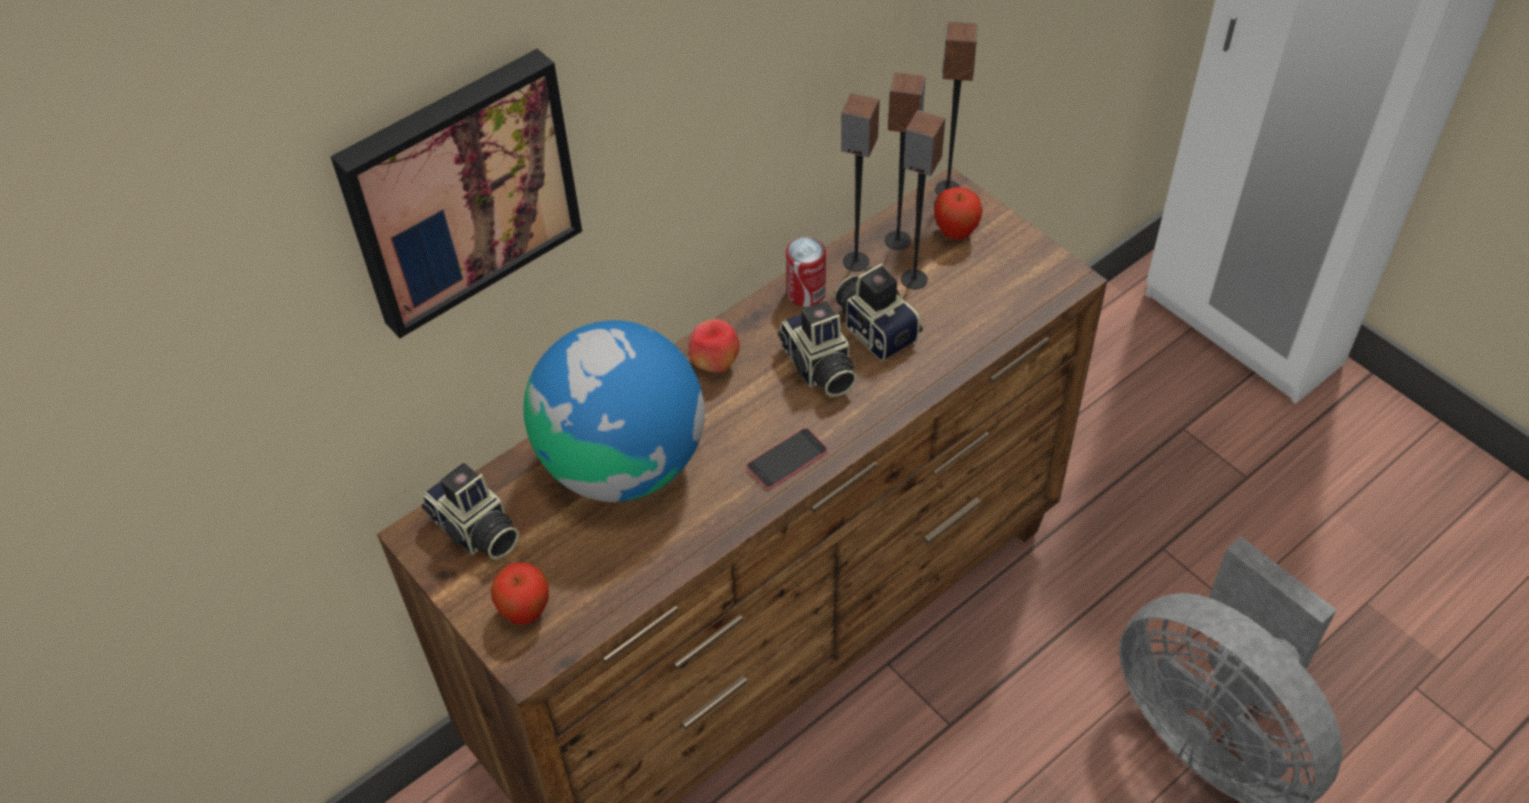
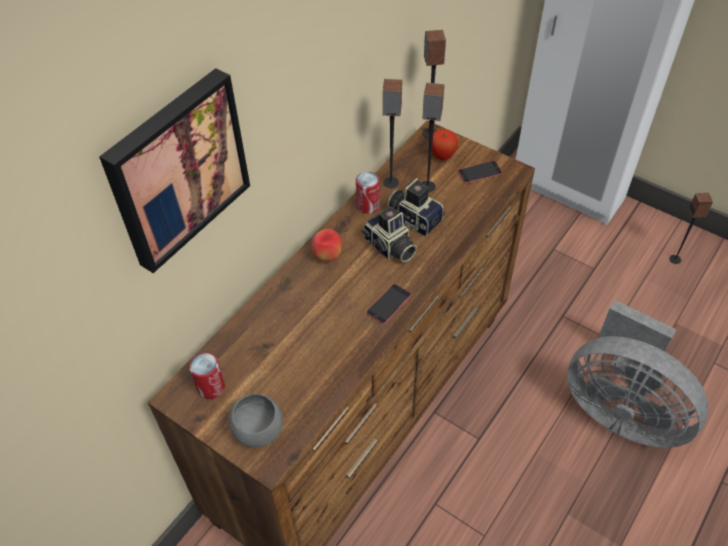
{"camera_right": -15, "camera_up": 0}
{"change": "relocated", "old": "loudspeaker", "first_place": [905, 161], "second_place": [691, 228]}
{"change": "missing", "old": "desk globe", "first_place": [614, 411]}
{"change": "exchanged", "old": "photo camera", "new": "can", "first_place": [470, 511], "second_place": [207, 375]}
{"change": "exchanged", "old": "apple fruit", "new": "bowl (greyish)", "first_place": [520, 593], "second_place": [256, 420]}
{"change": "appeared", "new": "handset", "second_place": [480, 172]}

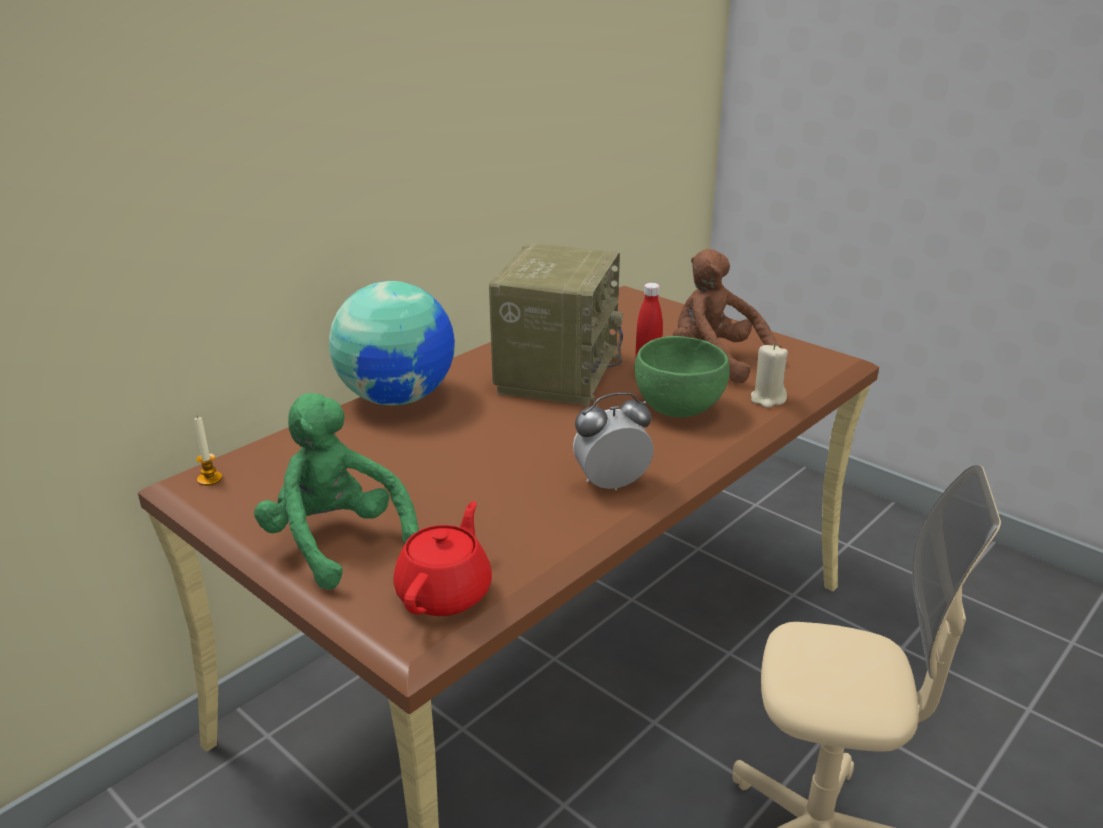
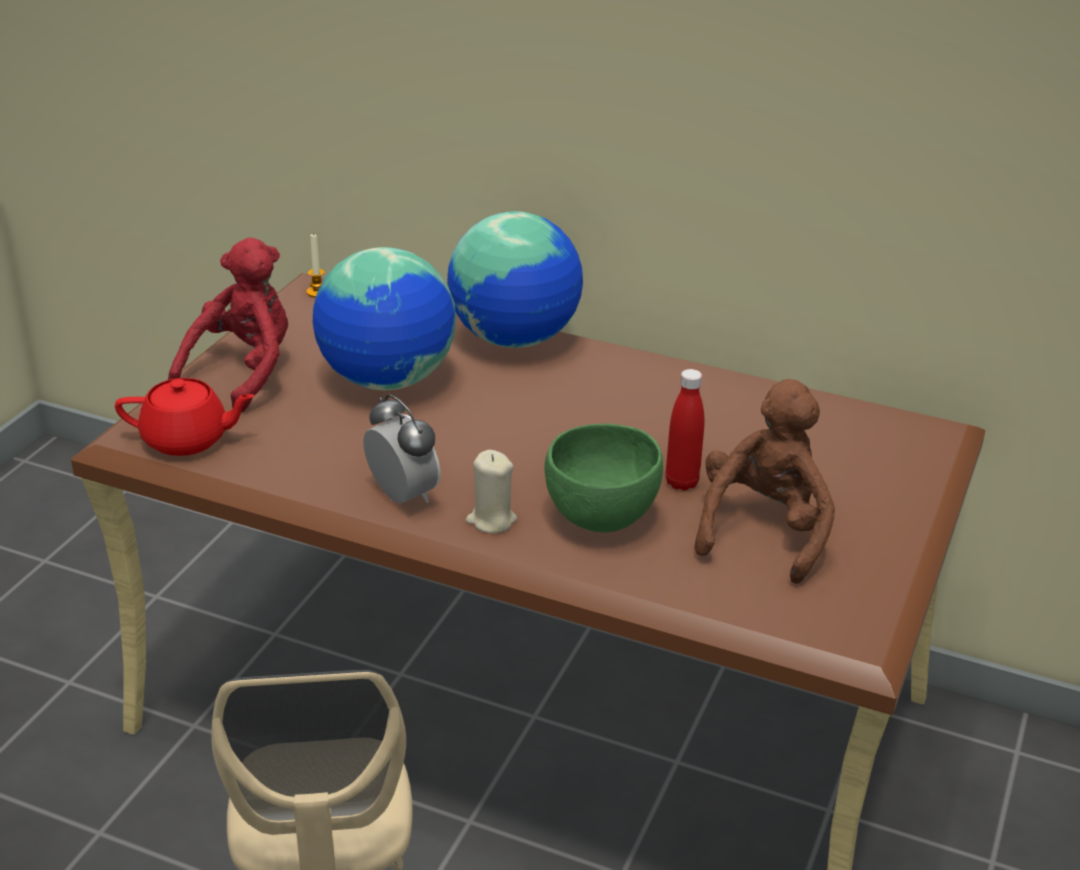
{"camera_right": 70, "camera_up": 5}
{"change": "missing", "old": "radio set", "first_place": [556, 325]}
{"change": "relocated", "old": "wax candle (sand-coloured)", "first_place": [769, 376], "second_place": [491, 491]}
{"change": "colour", "old": "plush toy (green-coloured)", "new": "plush toy (reddish)", "first_place": [336, 491], "second_place": [228, 324]}
{"change": "appeared", "new": "desk globe", "second_place": [384, 318]}

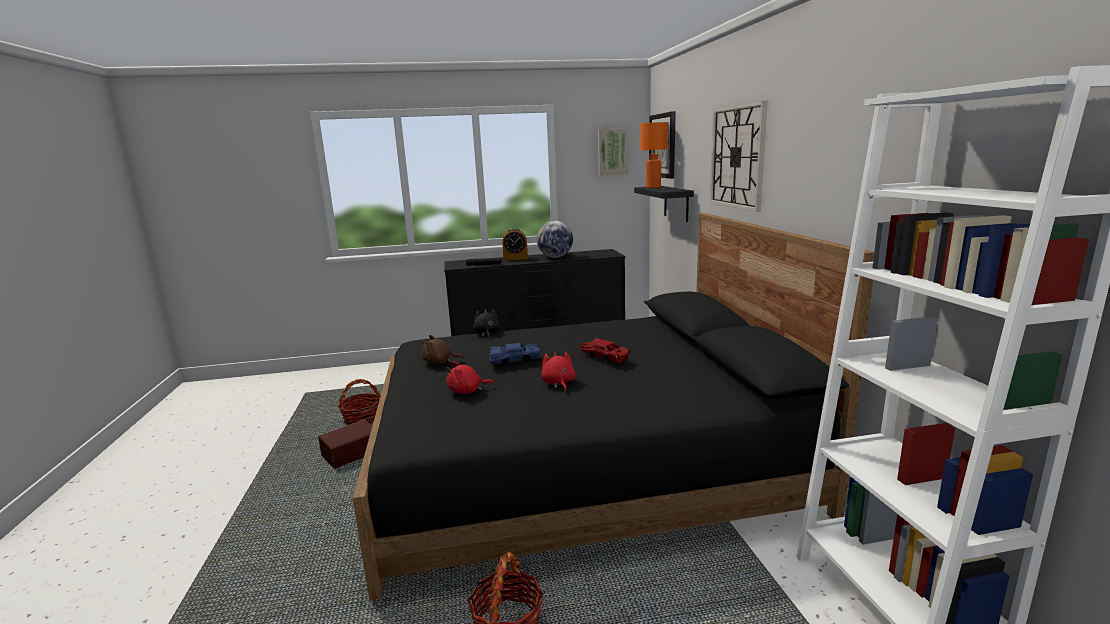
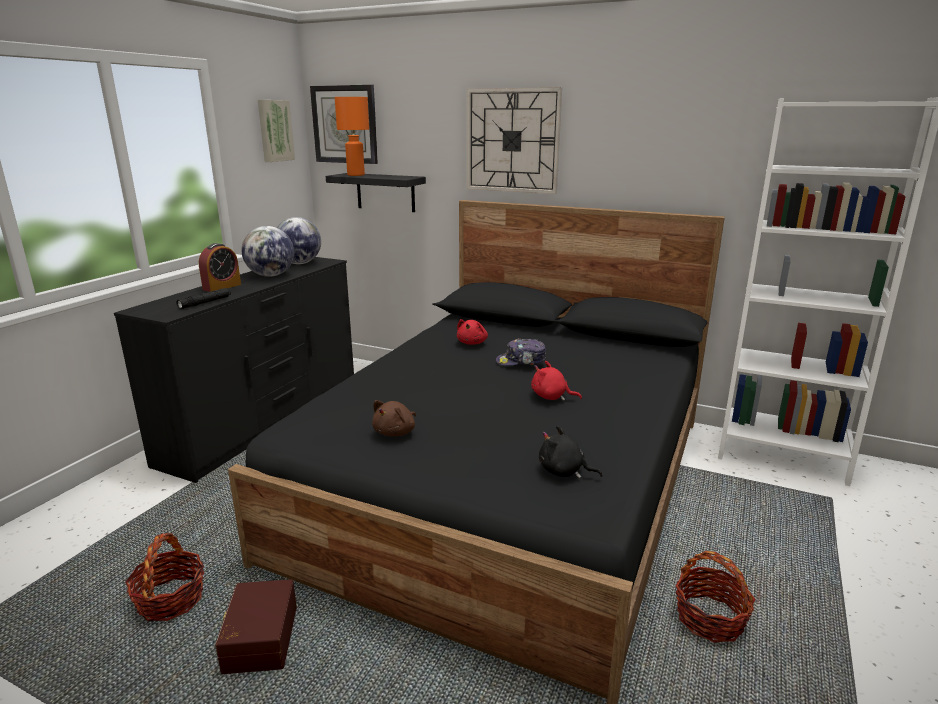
{"camera_right": -55, "camera_up": 5}
{"change": "relocated", "old": "plush toy (blackish)", "first_place": [486, 323], "second_place": [571, 452]}
{"change": "exchanged", "old": "toy car (reddish)", "new": "peaked cap", "first_place": [605, 350], "second_place": [521, 352]}
{"change": "missing", "old": "toy car (blue-coloured)", "first_place": [515, 354]}
{"change": "relocated", "old": "plush toy (reddish)", "first_place": [470, 377], "second_place": [472, 332]}
{"change": "appeared", "new": "desk globe", "second_place": [299, 240]}

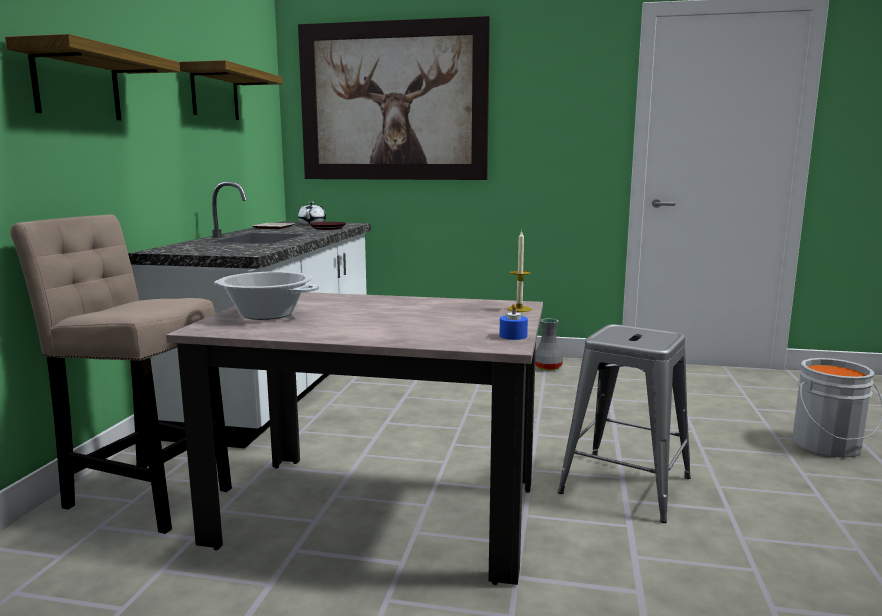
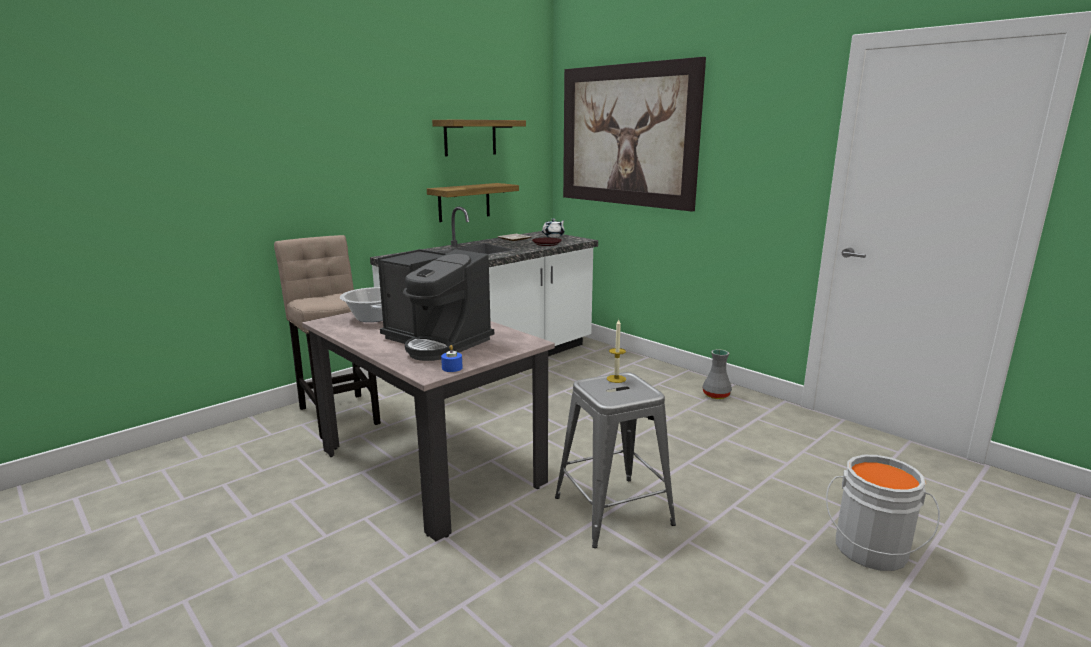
{"camera_right": 35, "camera_up": 5}
{"change": "relocated", "old": "bracket shelf", "first_place": [92, 77], "second_place": [473, 202]}
{"change": "relocated", "old": "wax candle", "first_place": [519, 271], "second_place": [616, 351]}
{"change": "appeared", "new": "coffee brewer", "second_place": [436, 305]}

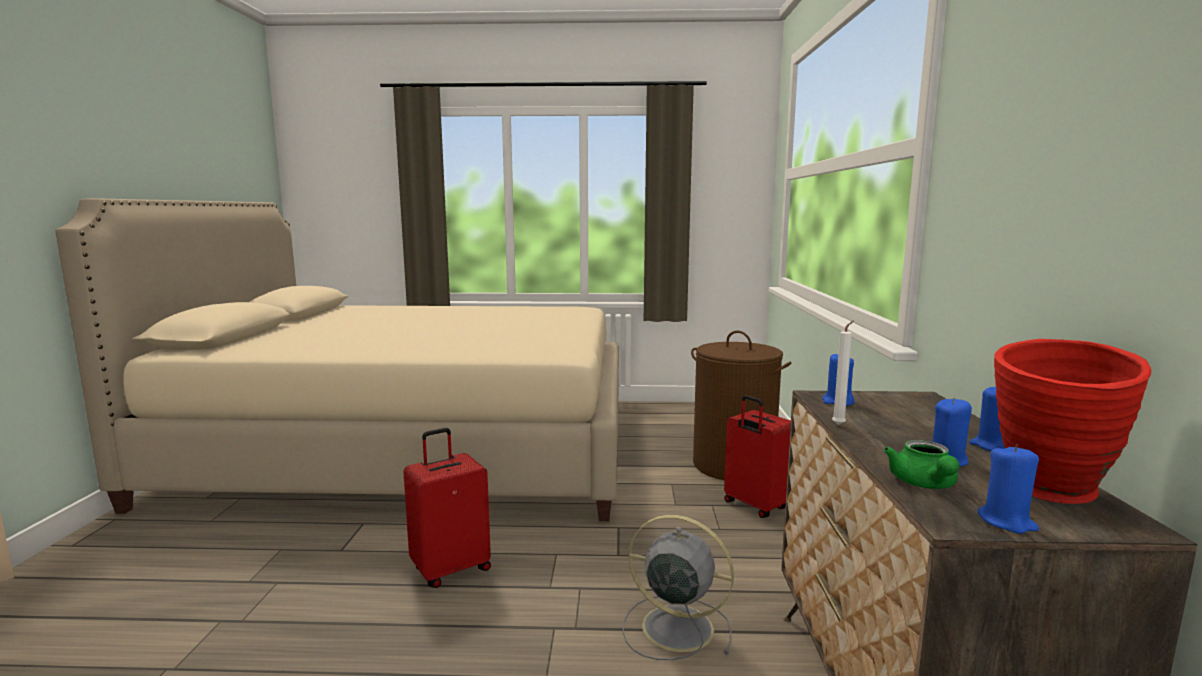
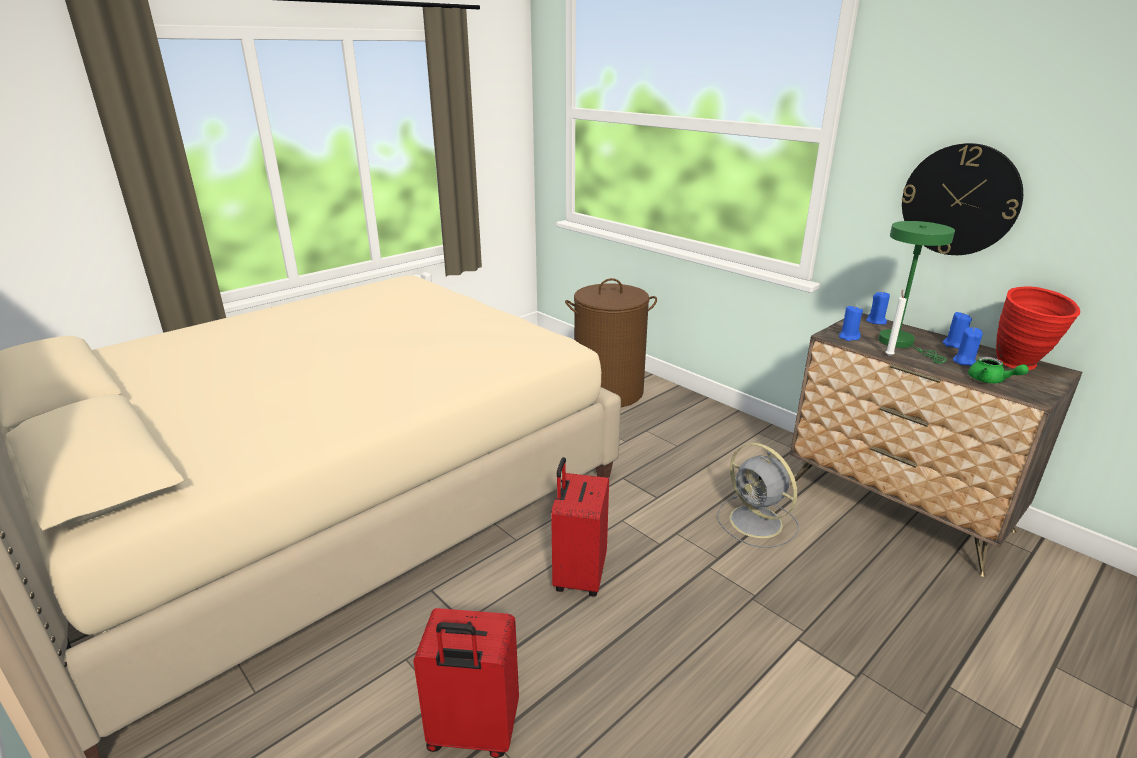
{"camera_right": -45, "camera_up": 15}
{"change": "relocated", "old": "suitcase (reddish)", "first_place": [757, 456], "second_place": [466, 683]}
{"change": "relocated", "old": "wax candle (blue-coloured)", "first_place": [1008, 489], "second_place": [878, 308]}
{"change": "spun", "old": "cooling fan (greyish)", "first_place": [678, 587], "second_place": [758, 495], "degrees": -105}
{"change": "appeared", "new": "clock on the wall", "second_place": [962, 199]}
{"change": "appeared", "new": "tabletop lamp (green-coloured)", "second_place": [916, 292]}

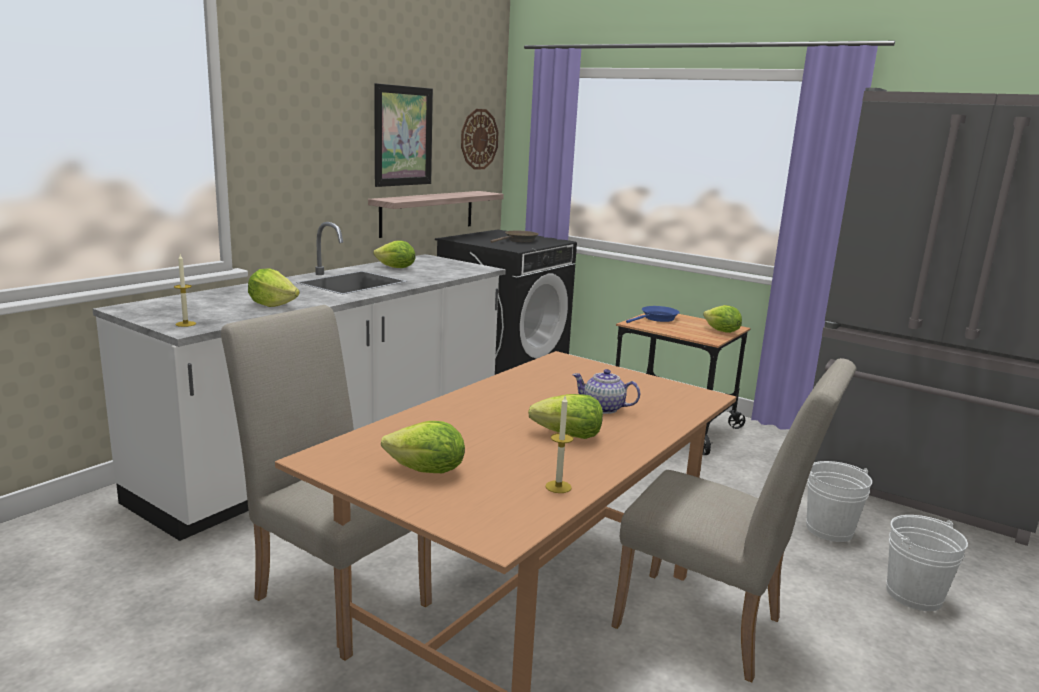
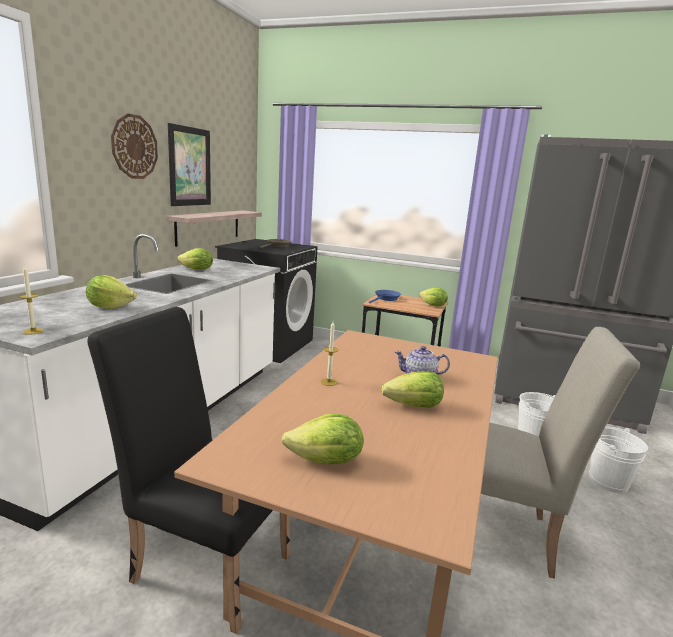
{"camera_right": -15, "camera_up": 0}
{"change": "relocated", "old": "clock on the wall", "first_place": [480, 139], "second_place": [134, 146]}
{"change": "colour", "old": "plain chair (sand-coloured)", "new": "plain chair (blackish)", "first_place": [326, 483], "second_place": [189, 470]}
{"change": "relocated", "old": "wax candle", "first_place": [559, 444], "second_place": [329, 354]}

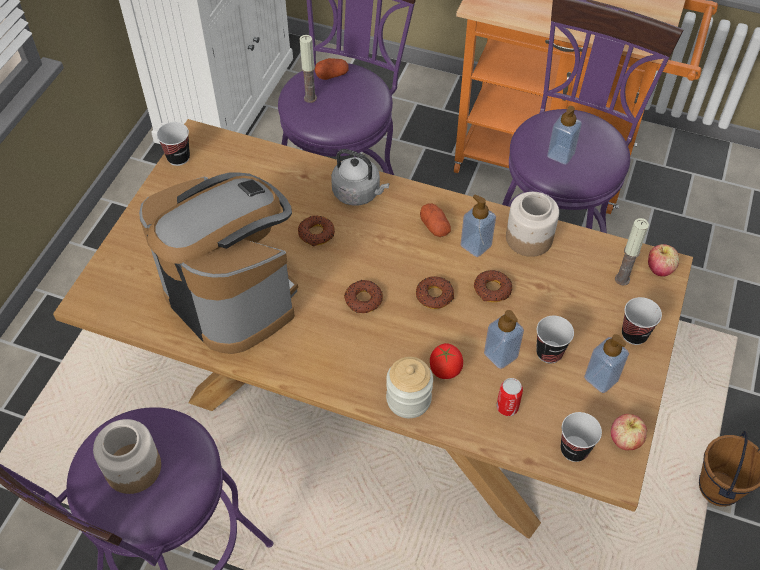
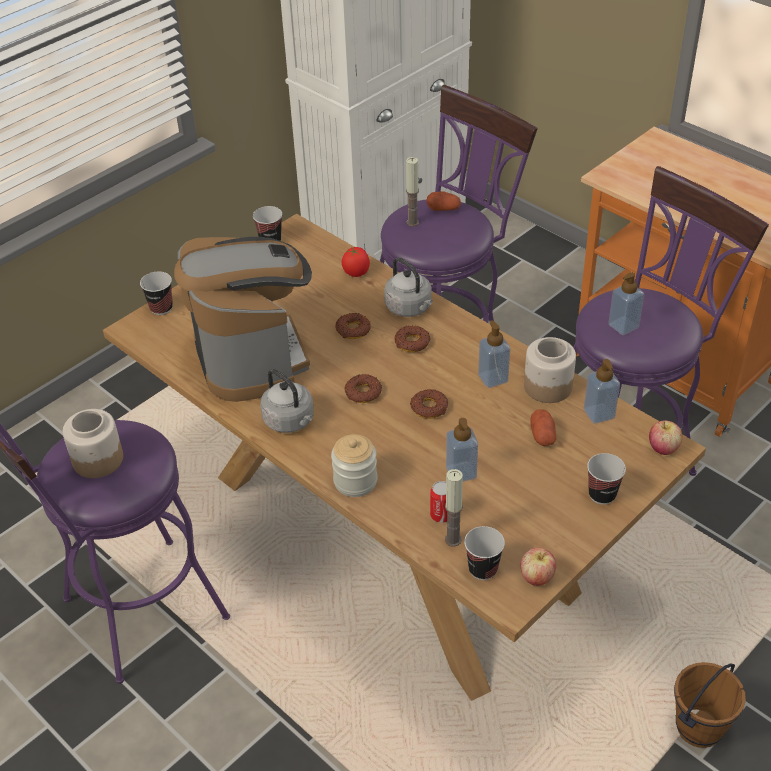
{"camera_right": 25, "camera_up": -10}
{"change": "relocated", "old": "whole potato", "first_place": [435, 220], "second_place": [543, 427]}
{"change": "relocated", "old": "wax candle", "first_place": [632, 252], "second_place": [454, 508]}
{"change": "relocated", "old": "donut", "first_place": [493, 286], "second_place": [413, 339]}
{"change": "relocated", "old": "small cup", "first_place": [555, 340], "second_place": [156, 293]}
{"change": "relocated", "old": "soap bottle", "first_place": [606, 363], "second_place": [602, 391]}
{"change": "relocated", "old": "fresh tomato", "first_place": [446, 361], "second_place": [356, 261]}
{"change": "appeared", "new": "tea kettle (greyish)", "second_place": [287, 401]}

